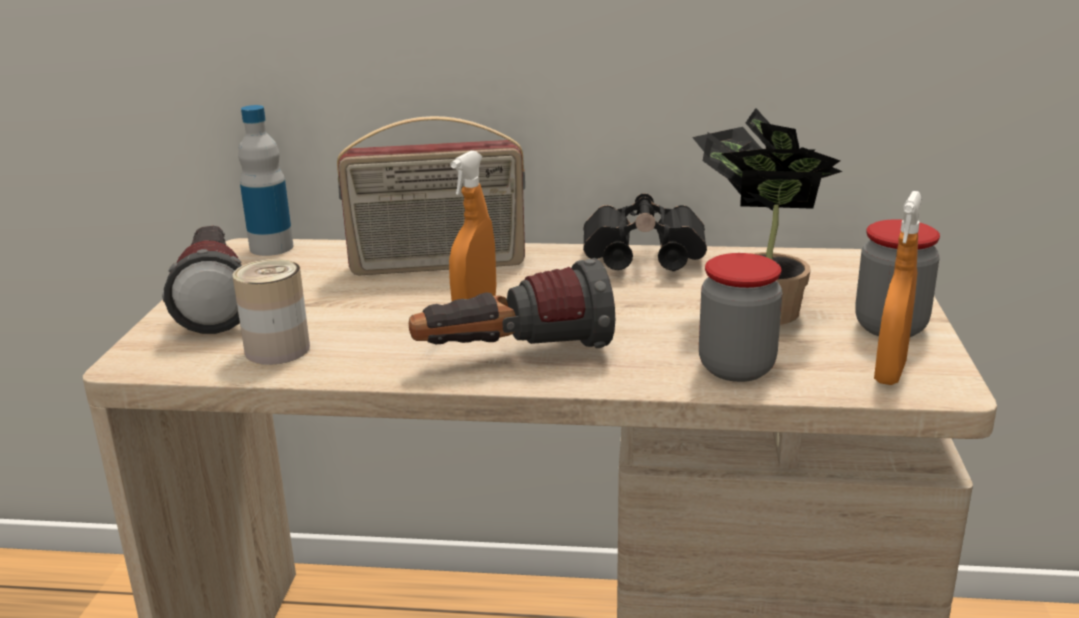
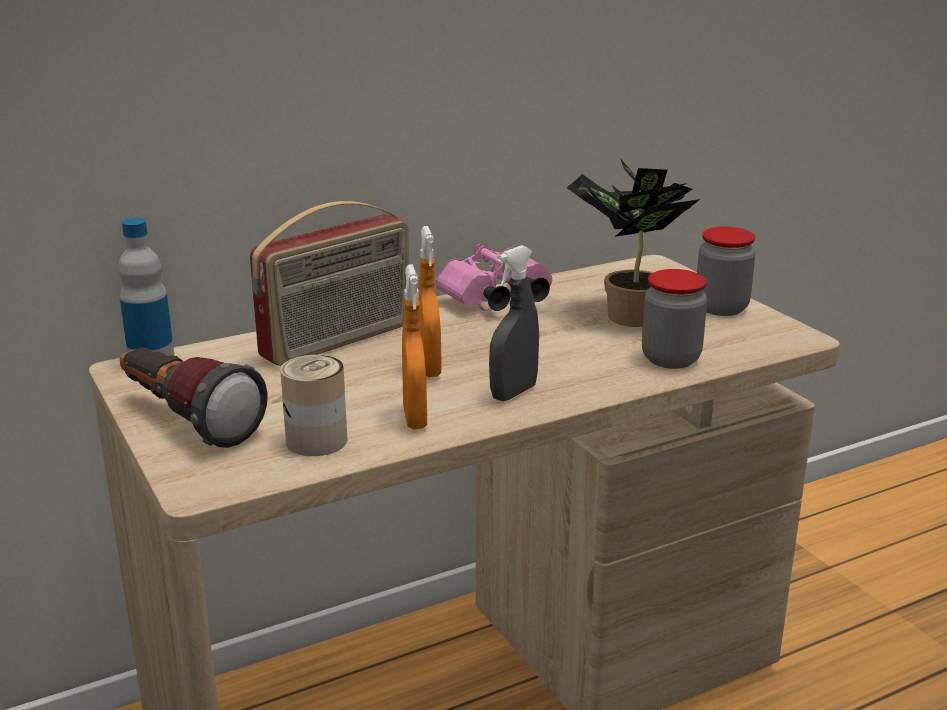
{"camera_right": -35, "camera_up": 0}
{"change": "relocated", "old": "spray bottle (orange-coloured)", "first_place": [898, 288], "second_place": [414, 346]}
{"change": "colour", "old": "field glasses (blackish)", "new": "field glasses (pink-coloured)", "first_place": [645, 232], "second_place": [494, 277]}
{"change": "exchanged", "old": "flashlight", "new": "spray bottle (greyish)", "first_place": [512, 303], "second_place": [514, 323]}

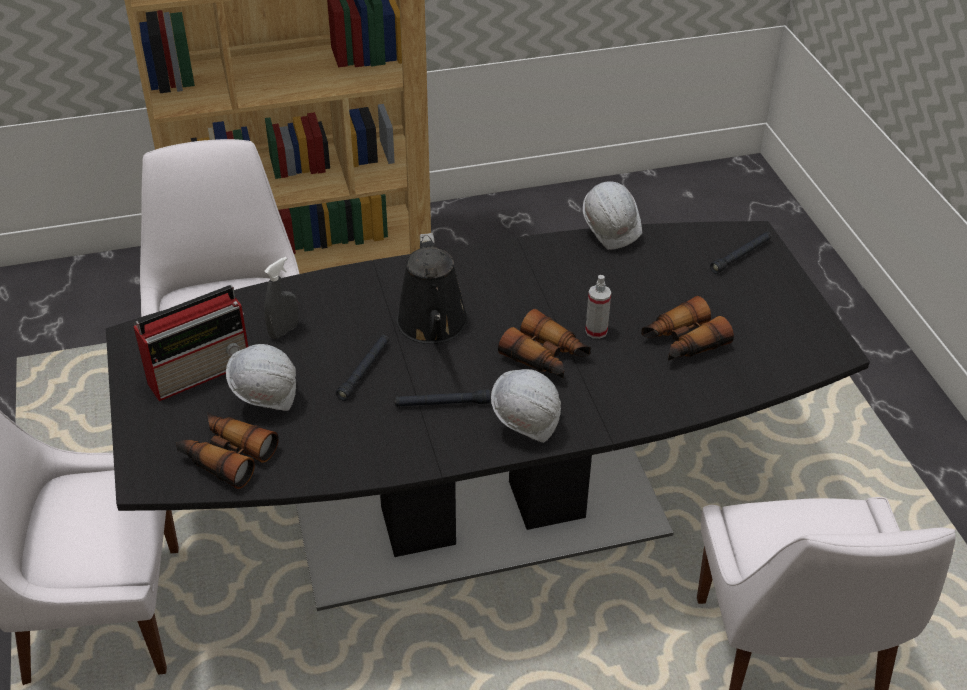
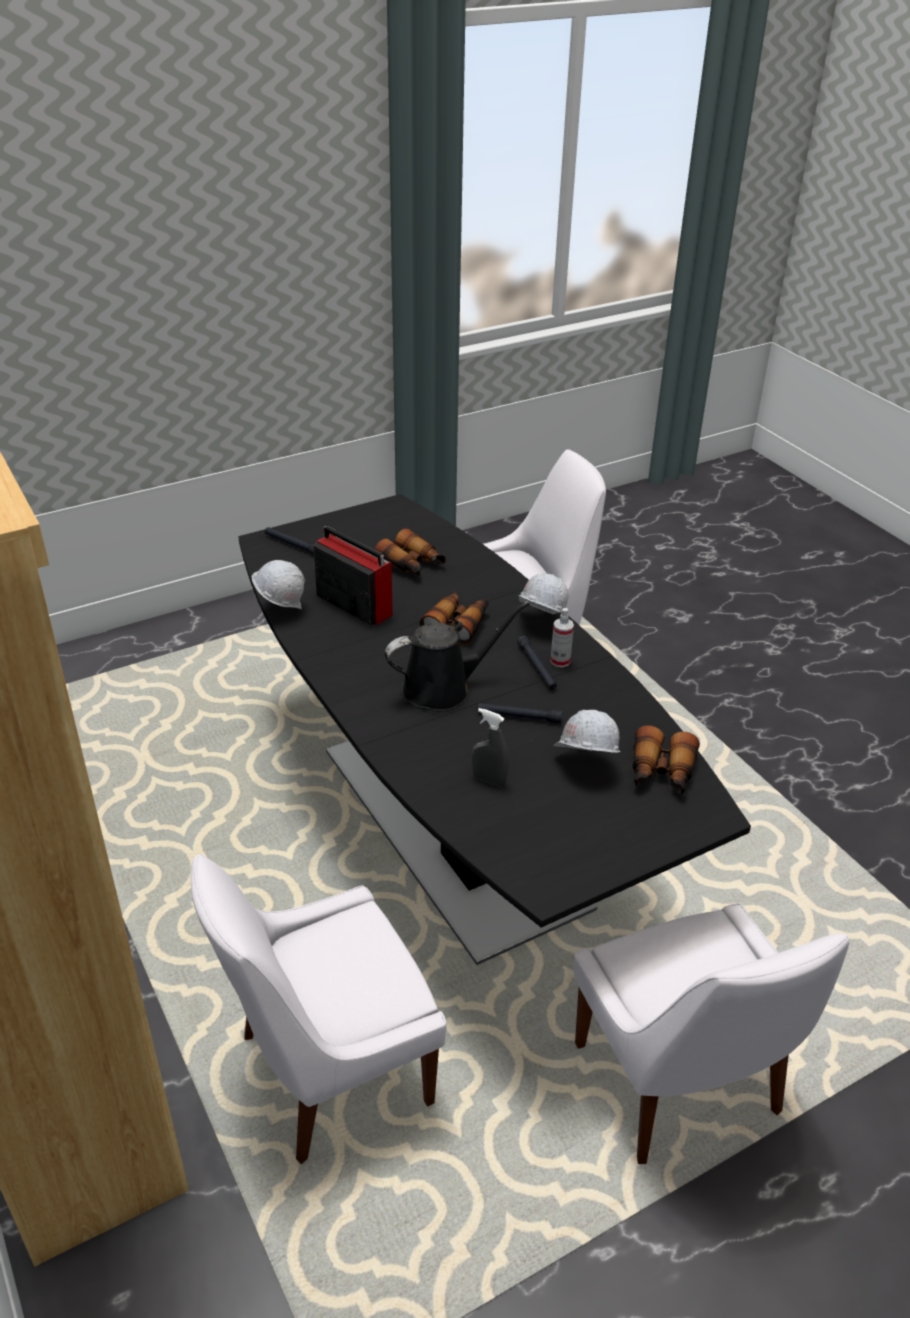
{"camera_right": -105, "camera_up": -5}
{"change": "relocated", "old": "spray bottle", "first_place": [598, 307], "second_place": [562, 637]}
{"change": "relocated", "old": "radio set", "first_place": [190, 343], "second_place": [353, 576]}

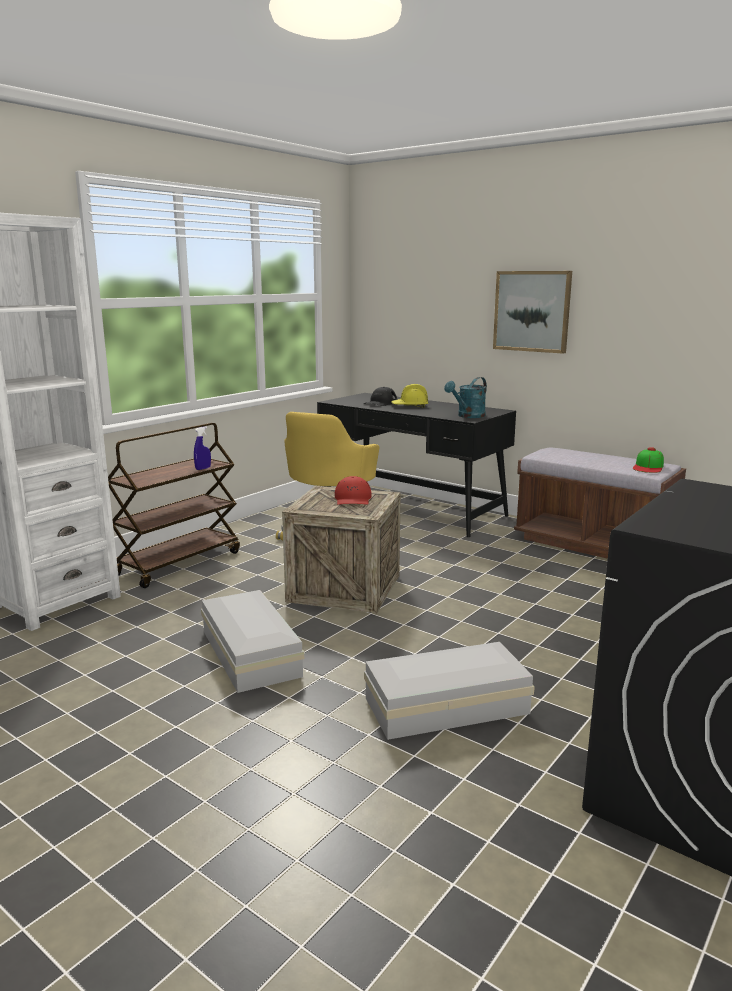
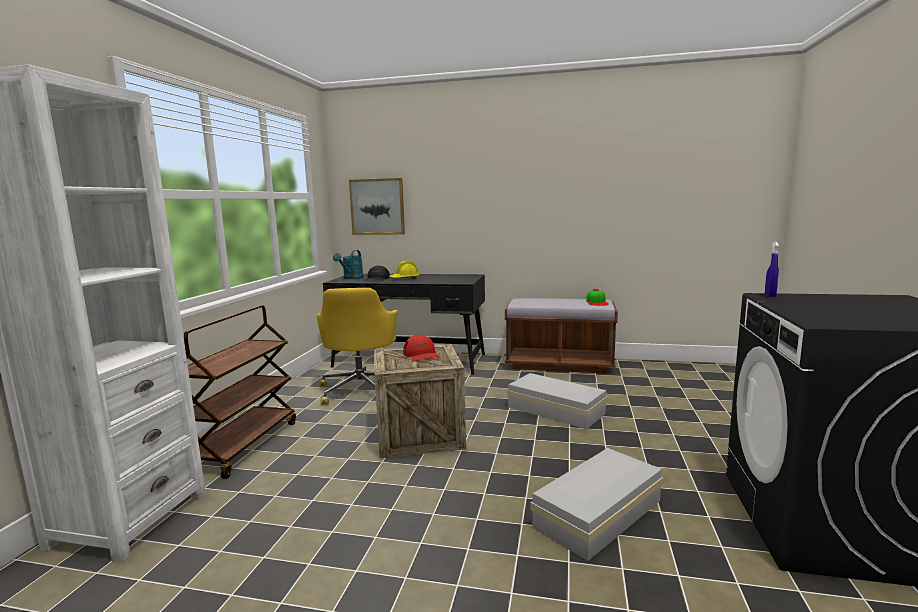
{"camera_right": -25, "camera_up": -5}
{"change": "relocated", "old": "wall art", "first_place": [532, 312], "second_place": [377, 206]}
{"change": "relocated", "old": "watering can (blue-green)", "first_place": [465, 397], "second_place": [348, 264]}
{"change": "relocated", "old": "spray bottle (blue-coloured)", "first_place": [202, 448], "second_place": [772, 269]}
{"change": "relocated", "old": "storage container (white-coloured)", "first_place": [252, 641], "second_place": [557, 401]}

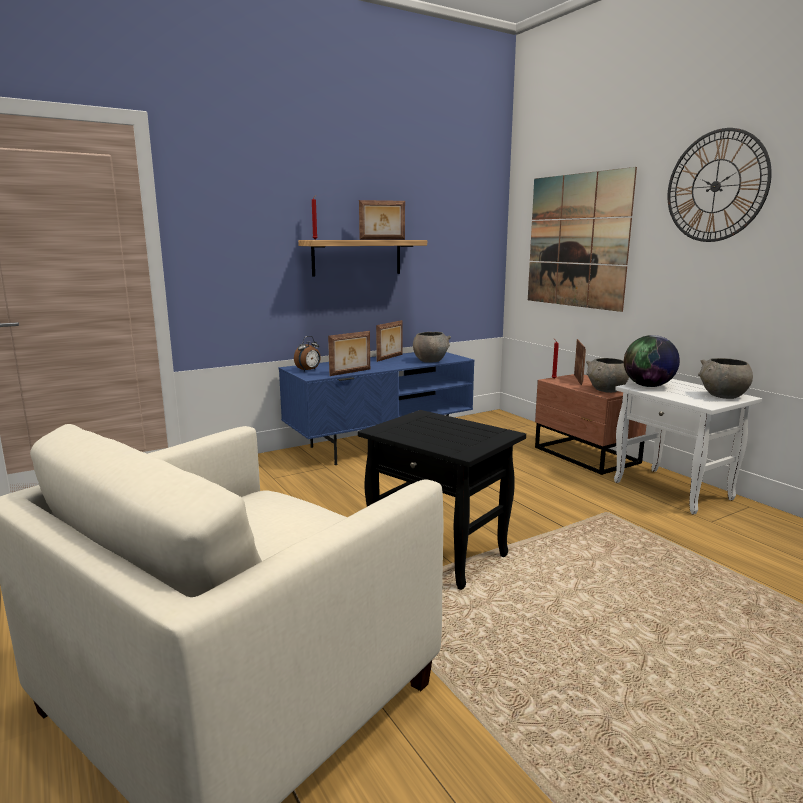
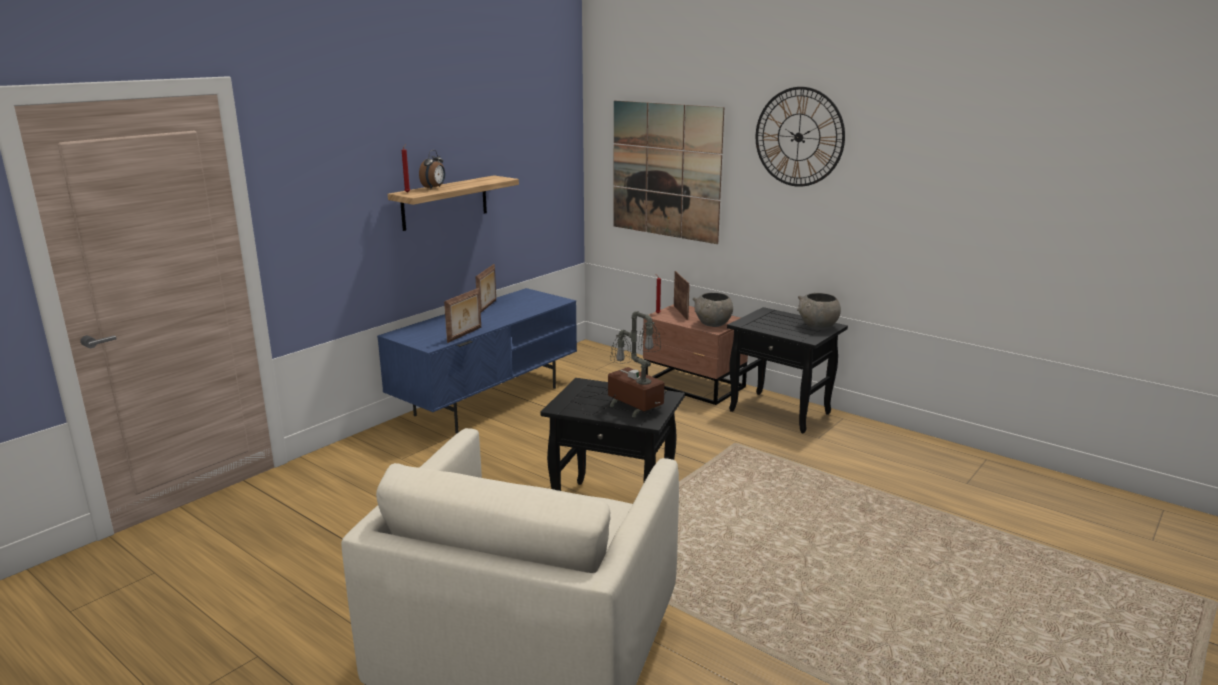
{"camera_right": -20, "camera_up": 5}
{"change": "missing", "old": "picture frame", "first_place": [382, 220]}
{"change": "missing", "old": "bowl (greyish)", "first_place": [432, 347]}
{"change": "missing", "old": "desk globe", "first_place": [652, 361]}
{"change": "relocated", "old": "alarm clock", "first_place": [307, 353], "second_place": [432, 169]}
{"change": "colour", "old": "accent table (white-coloured)", "new": "accent table (blackish)", "first_place": [688, 447], "second_place": [787, 370]}
{"change": "appeared", "new": "tabletop lamp", "second_place": [618, 364]}

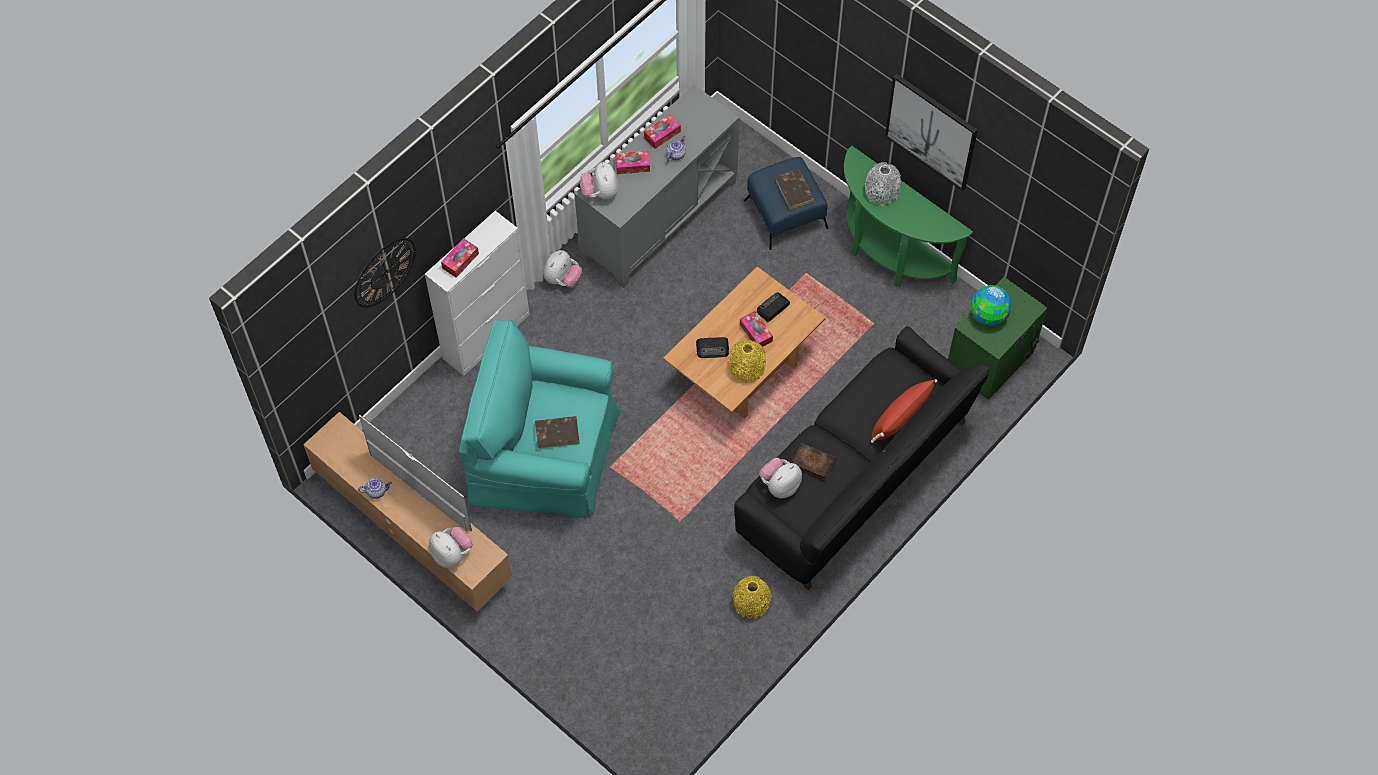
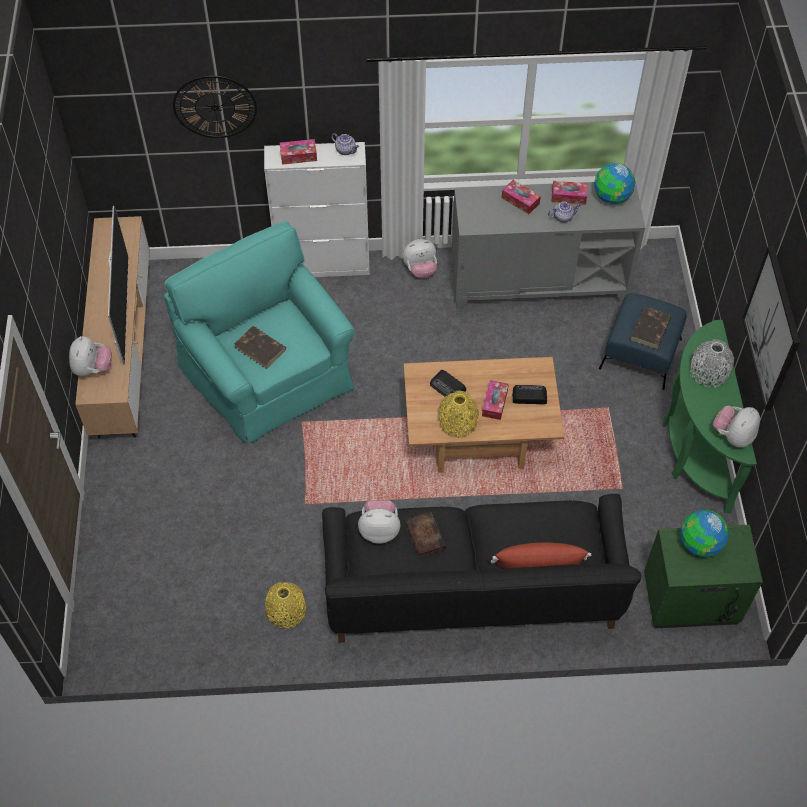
{"camera_right": 45, "camera_up": -5}
{"change": "relocated", "old": "plush toy", "first_place": [599, 180], "second_place": [736, 426]}
{"change": "relocated", "old": "tea pot", "first_place": [375, 488], "second_place": [345, 144]}
{"change": "appeared", "new": "desk globe", "second_place": [614, 183]}

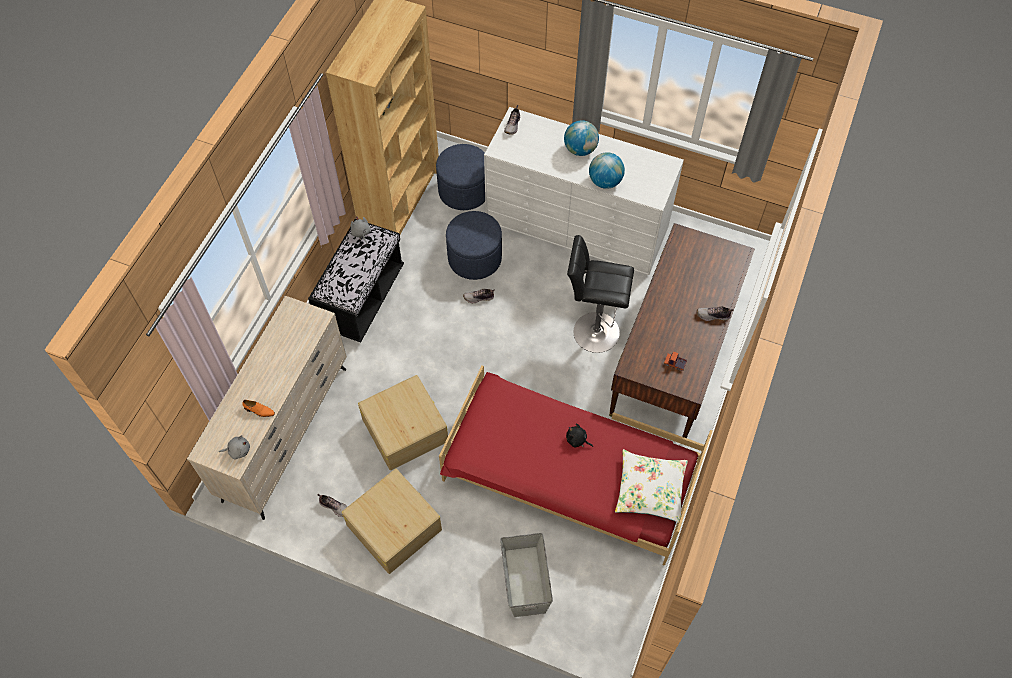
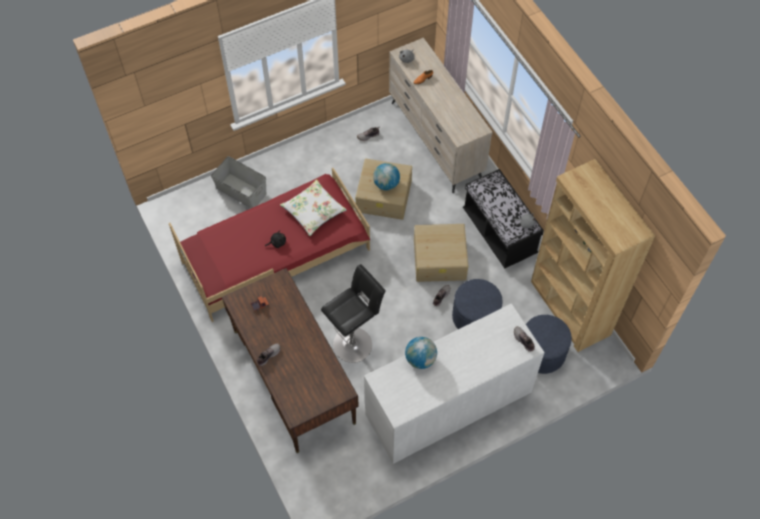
{"camera_right": 130, "camera_up": 0}
{"change": "relocated", "old": "desk globe", "first_place": [581, 138], "second_place": [386, 176]}
{"change": "relocated", "old": "cushion (white-coloured)", "first_place": [651, 486], "second_place": [313, 207]}
{"change": "relocated", "old": "storage container (sand-coloured)", "first_place": [392, 521], "second_place": [441, 253]}

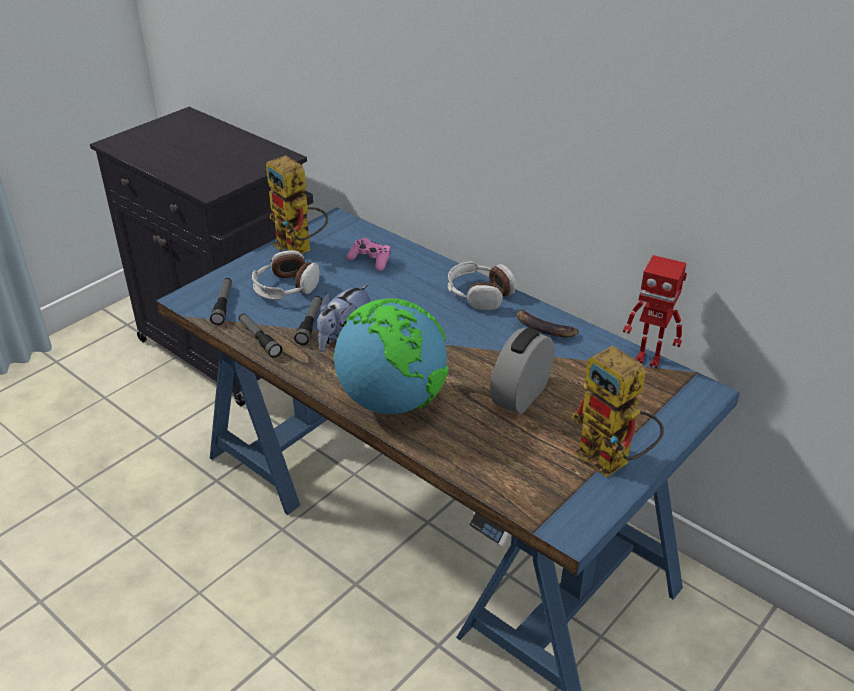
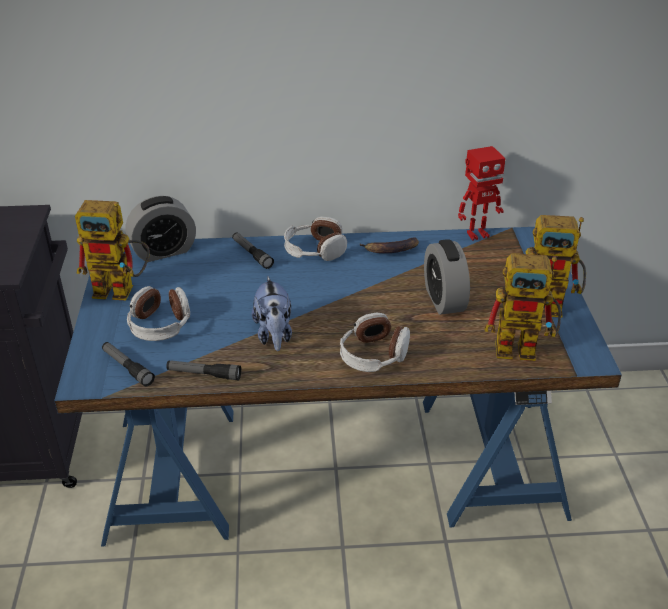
{"camera_right": -45, "camera_up": 0}
{"change": "missing", "old": "game controller (pink-coloured)", "first_place": [368, 254]}
{"change": "relocated", "old": "flashlight", "first_place": [308, 320], "second_place": [253, 250]}
{"change": "exchanged", "old": "desk globe", "new": "headphones", "first_place": [391, 356], "second_place": [375, 342]}
{"change": "appeared", "new": "alarm clock", "second_place": [160, 229]}
{"change": "appeared", "new": "model robot", "second_place": [522, 307]}

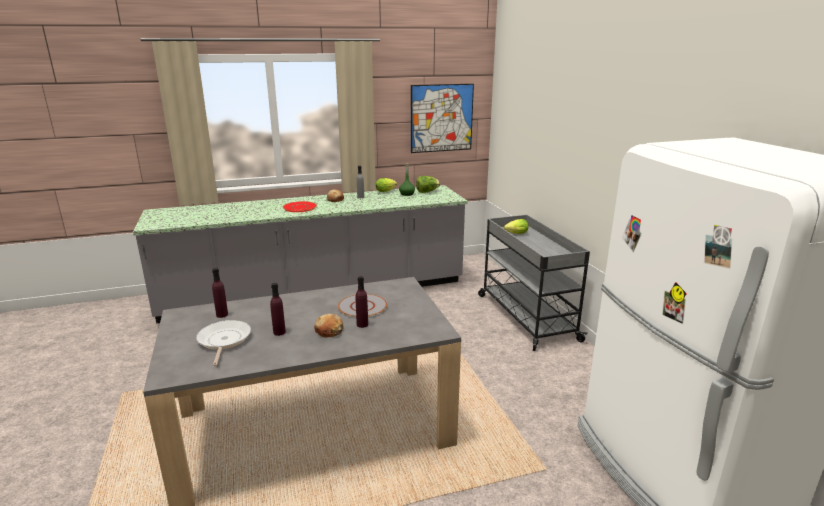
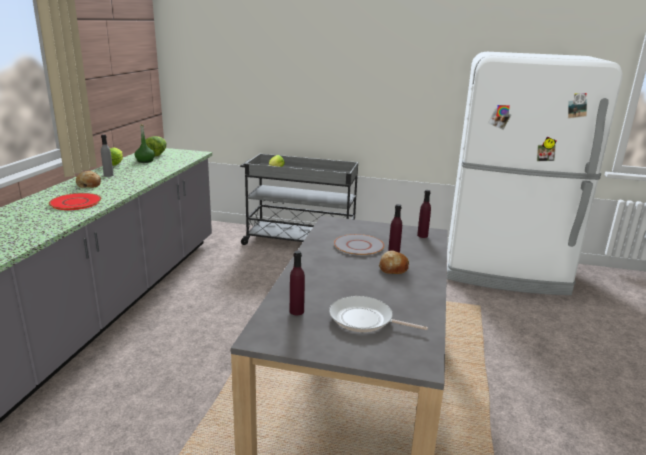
{"camera_right": -60, "camera_up": 0}
{"change": "missing", "old": "wall art", "first_place": [442, 118]}
{"change": "relocated", "old": "beverage bottle (purplish)", "first_place": [278, 309], "second_place": [424, 214]}

